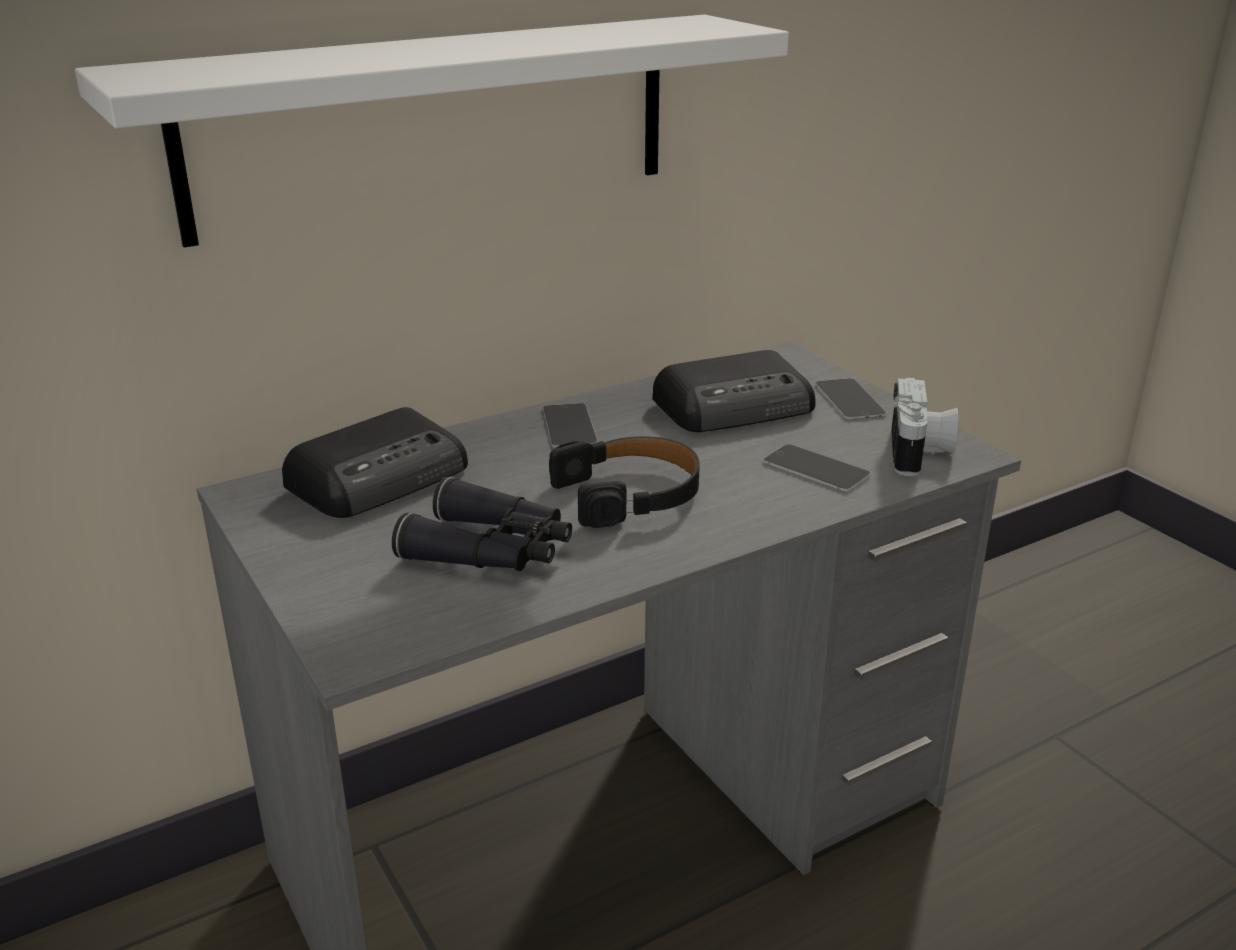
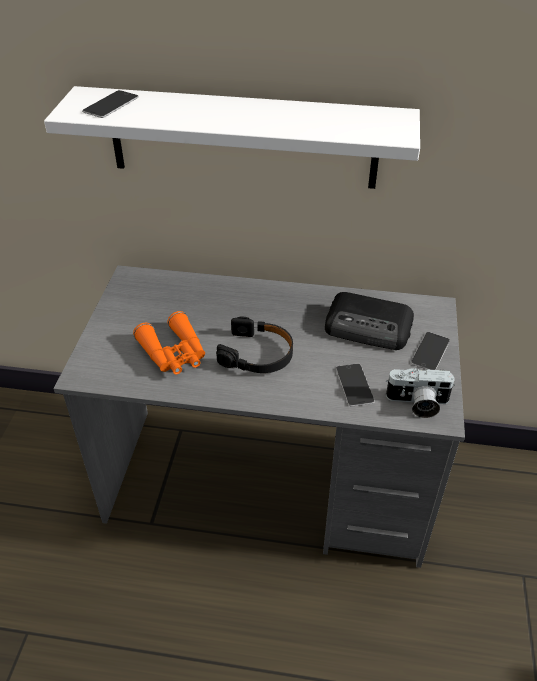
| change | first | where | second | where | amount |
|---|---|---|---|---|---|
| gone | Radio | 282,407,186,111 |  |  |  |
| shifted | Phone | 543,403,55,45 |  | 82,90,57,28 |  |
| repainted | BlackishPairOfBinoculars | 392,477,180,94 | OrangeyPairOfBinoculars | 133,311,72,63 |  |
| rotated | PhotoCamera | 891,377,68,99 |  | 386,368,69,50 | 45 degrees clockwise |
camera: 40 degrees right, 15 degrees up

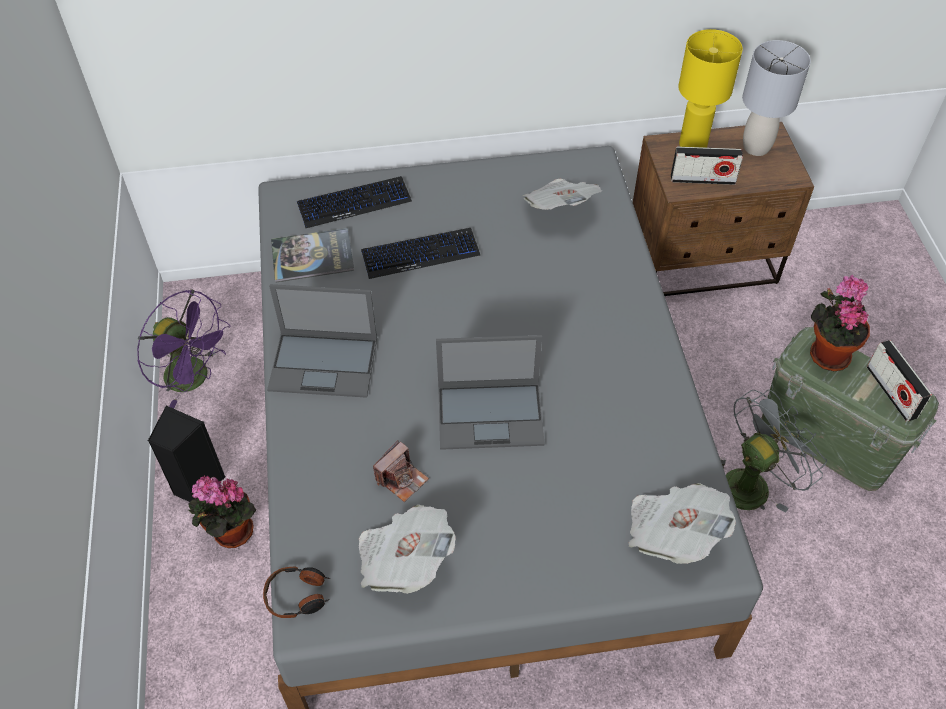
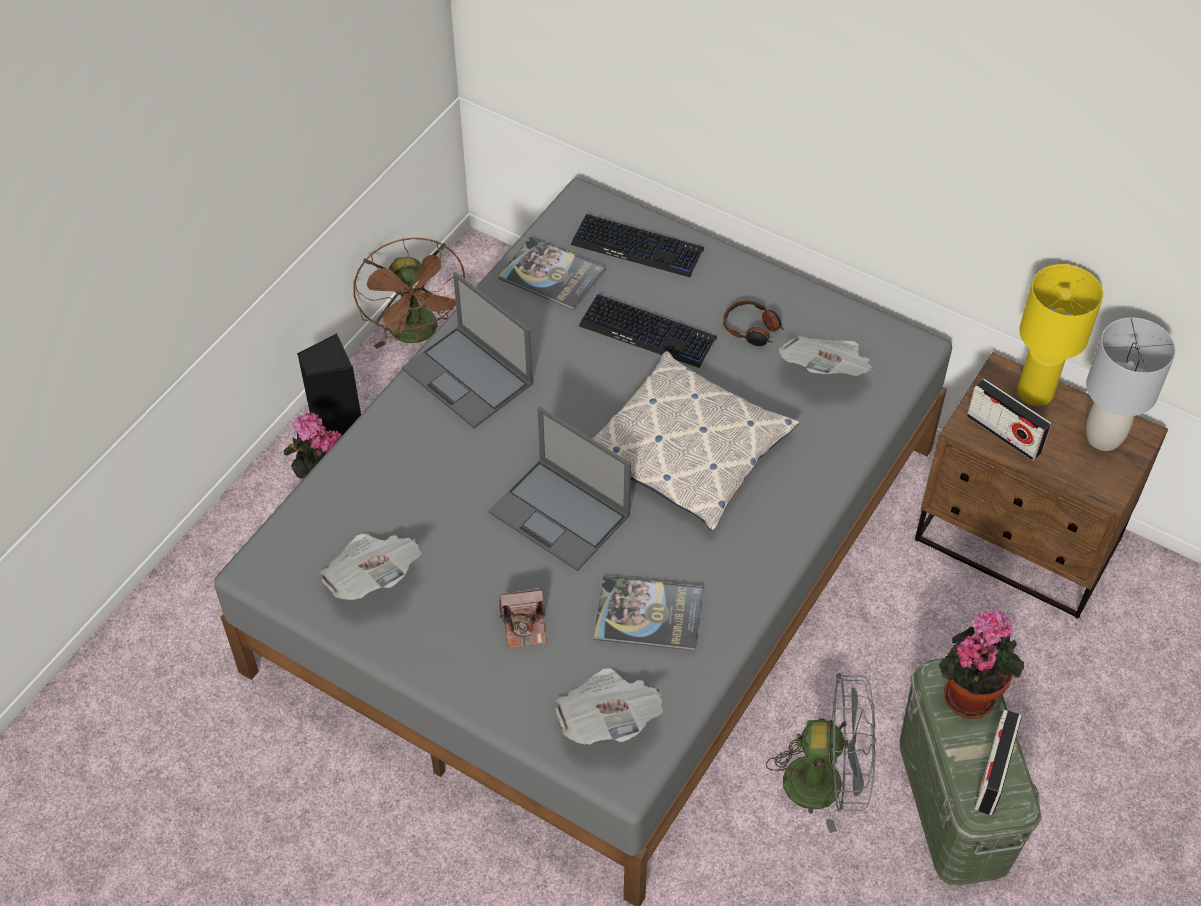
| change | first | where | second | where | amount |
|---|---|---|---|---|---|
| new |  |  | Cushion | 592,351,207,179 |  |
| new |  |  | BoundBook | 594,576,109,75 |  |
| shifted | PairOfHeadphones | 263,566,67,52 |  | 723,300,61,46 |  |
| shifted | PhotoCamera | 373,440,56,62 |  | 499,587,48,61 |  |
| repainted | PurplishCoolingFan | 137,289,94,120 | BrownColouredCoolingFan | 353,238,112,111 |  |
camera: 40 degrees right, 0 degrees up

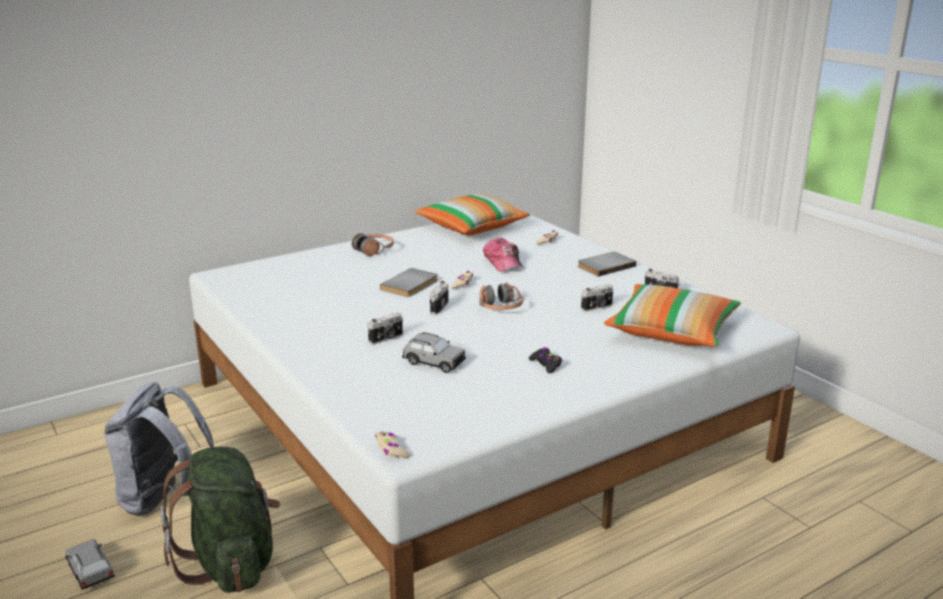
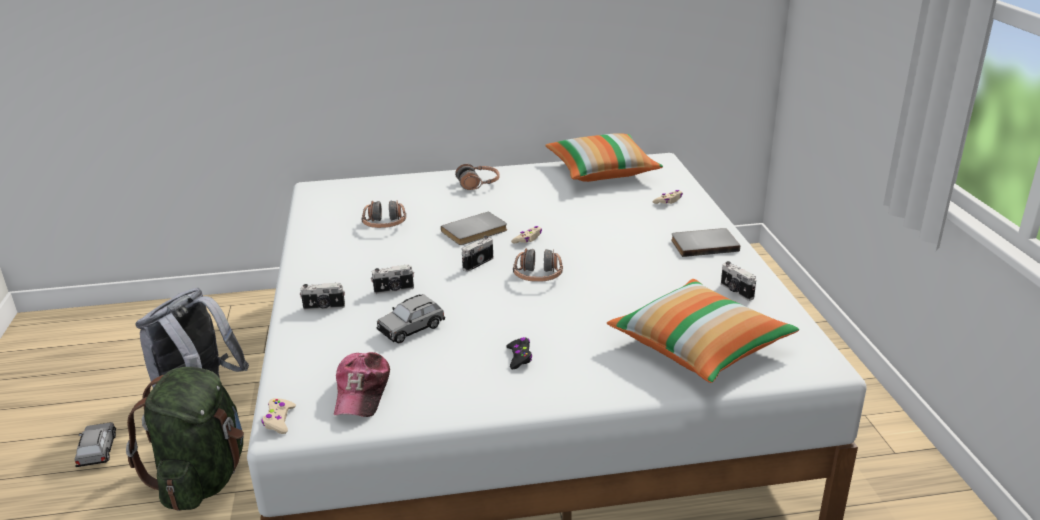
| change | first | where | second | where | amount |
|---|---|---|---|---|---|
| new |  |  | PairOfHeadphones | 361,200,45,28 |  |
| shifted | PeakedCap | 483,237,41,35 |  | 334,352,56,65 |  |
| shifted | PhotoCamera | 581,284,32,28 |  | 300,283,45,27 |  |
| rotated | GreyishMiniatureCar | 402,332,64,41 |  | 377,294,68,49 | 90 degrees clockwise |
camera: 25 degrees right, 5 degrees up

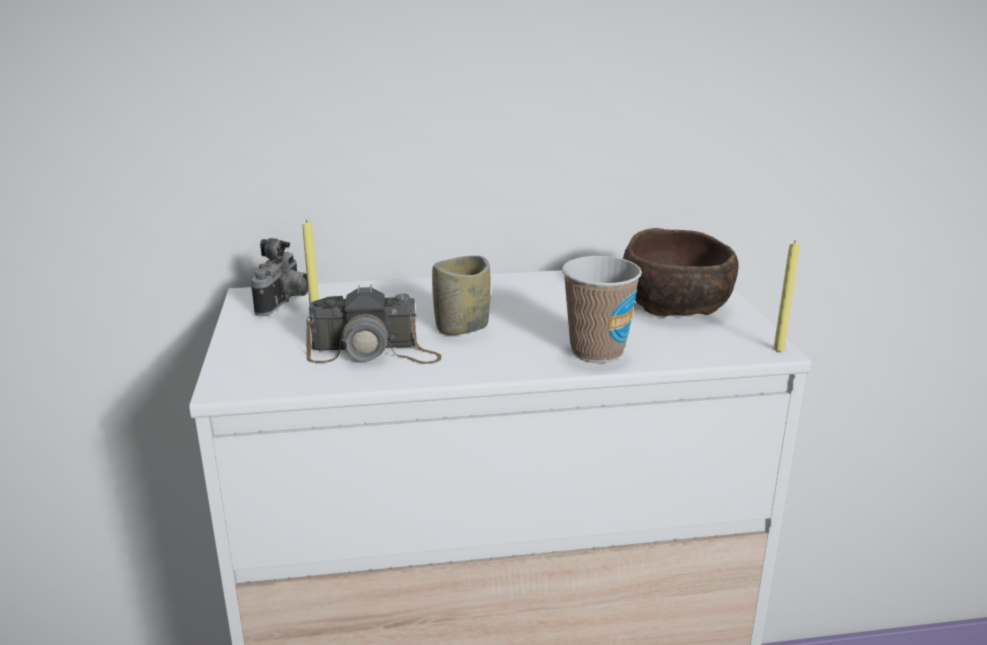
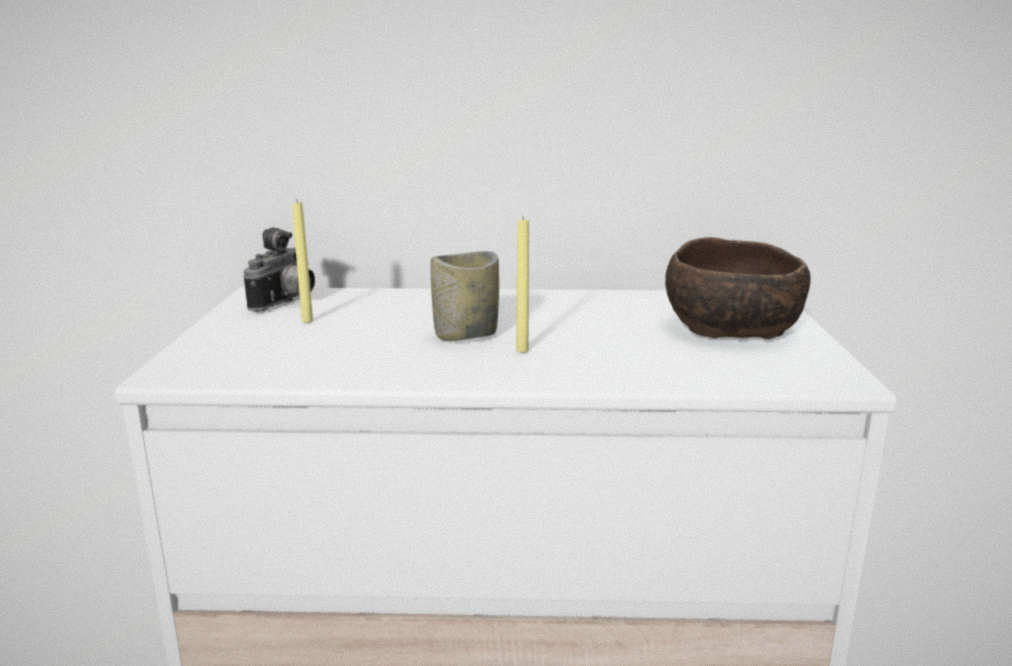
| change | first | where | second | where | amount |
|---|---|---|---|---|---|
| gone | PhotoCamera | 306,285,136,79 |  |  |  |
| gone | SmallCup | 562,256,80,107 |  |  |  |
| shifted | YellowishWaxLight | 773,242,27,110 |  | 516,216,13,137 |  |
camera: 10 degrees right, 5 degrees down

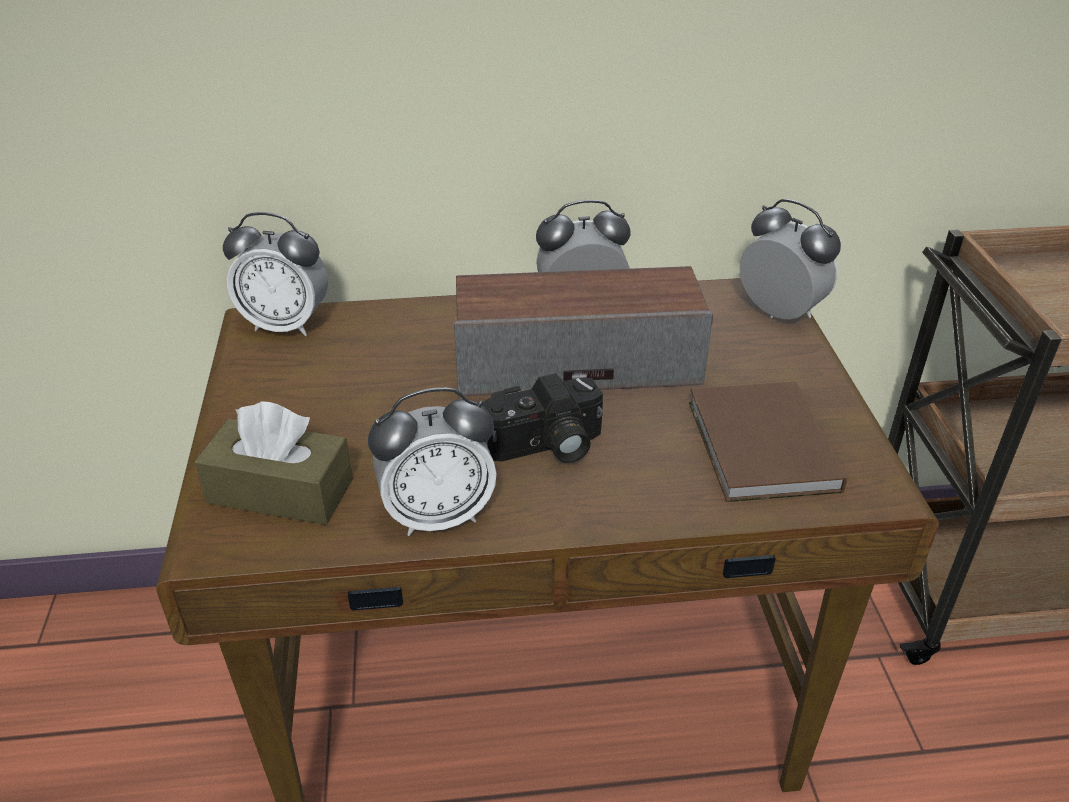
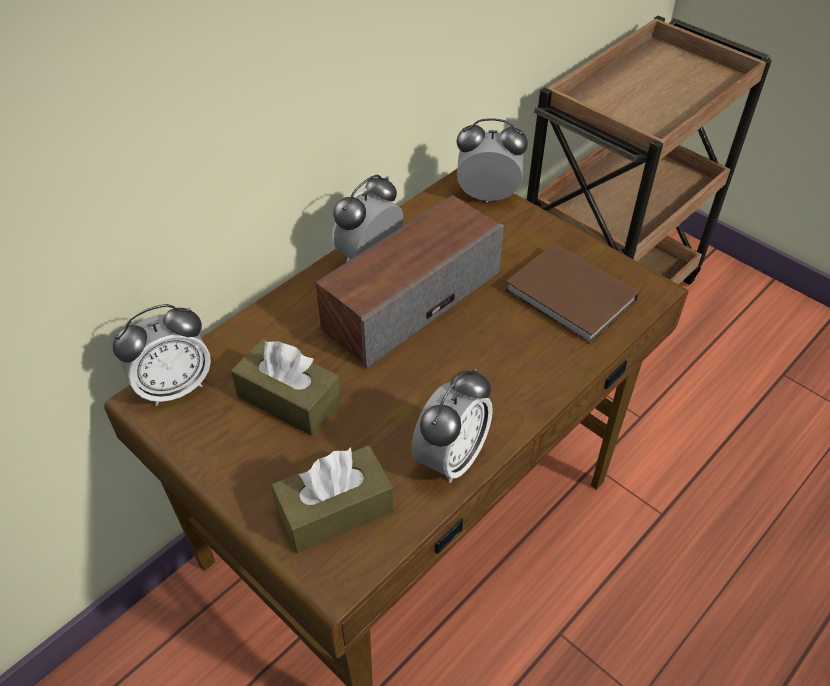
| change | first | where | second | where | amount |
|---|---|---|---|---|---|
| gone | PhotoCamera | 482,373,121,90 |  |  |  |
| new |  |  | BrownColouredBoxOfTissues | 231,339,111,97 |  |
camera: 40 degrees left, 10 degrees up

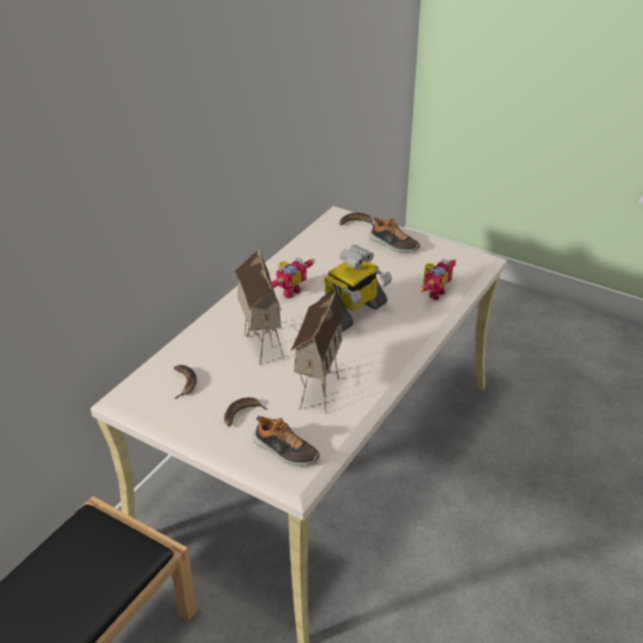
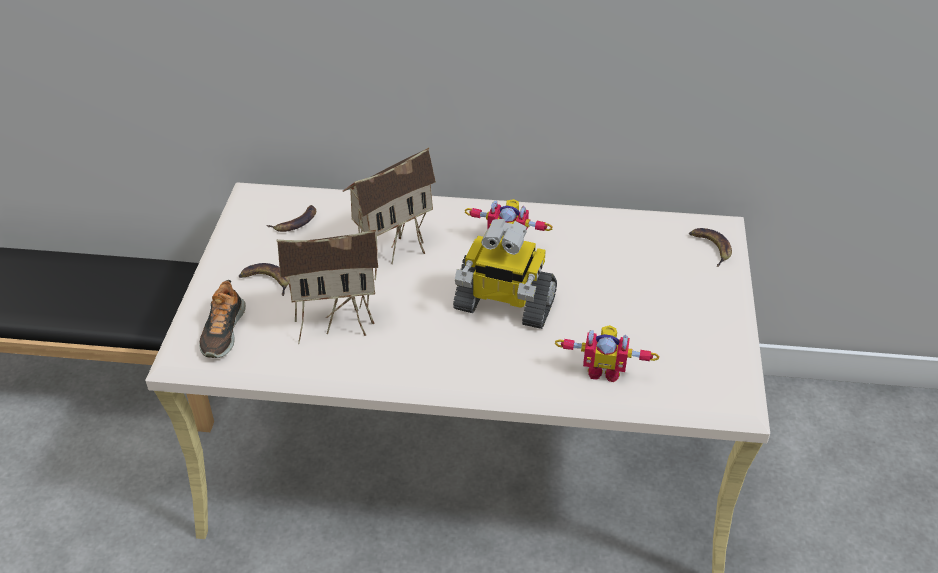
| change | first | where | second | where | amount |
|---|---|---|---|---|---|
| gone | Shoe | 369,217,51,35 |  |  |  |
camera: 65 degrees right, 5 degrees up

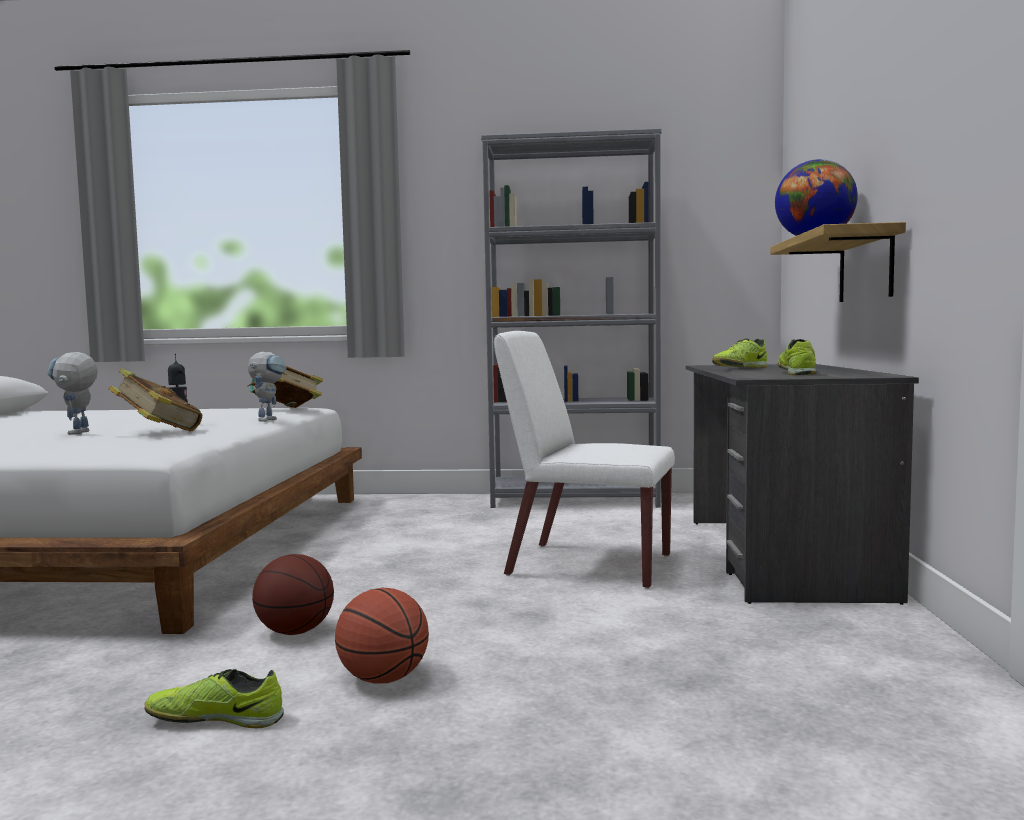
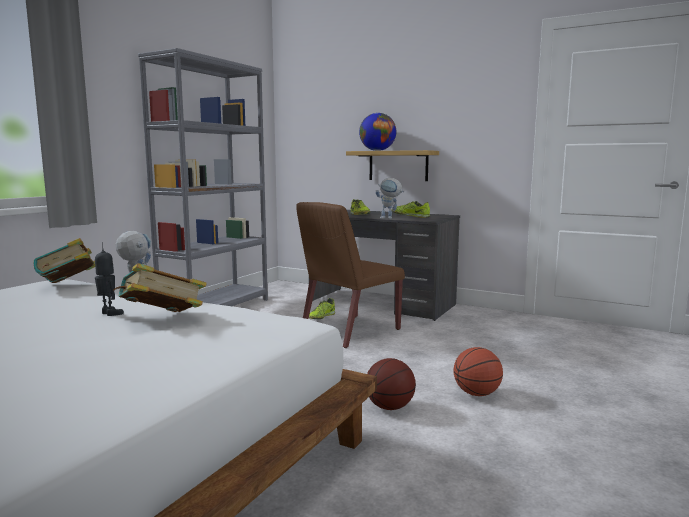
| change | first | where | second | where | amount |
|---|---|---|---|---|---|
| shifted | ModelRobot | 47,352,51,83 |  | 375,178,29,41 |  |
| shifted | Shoe | 145,669,139,59 |  | 309,298,26,21 |  |
| repainted | WhitishUprightChair | 494,331,181,258 | BrownColouredUprightChair | 296,202,109,146 |  |
camera: 65 degrees left, 5 degrees up

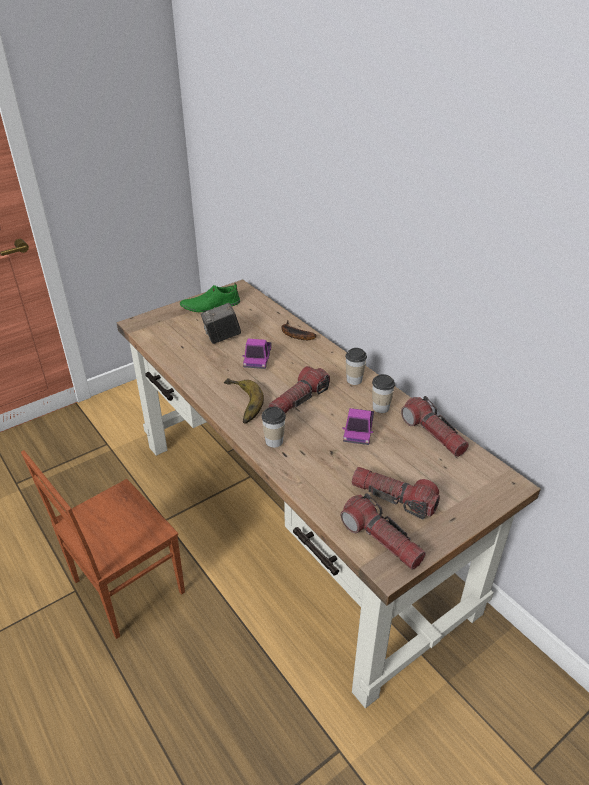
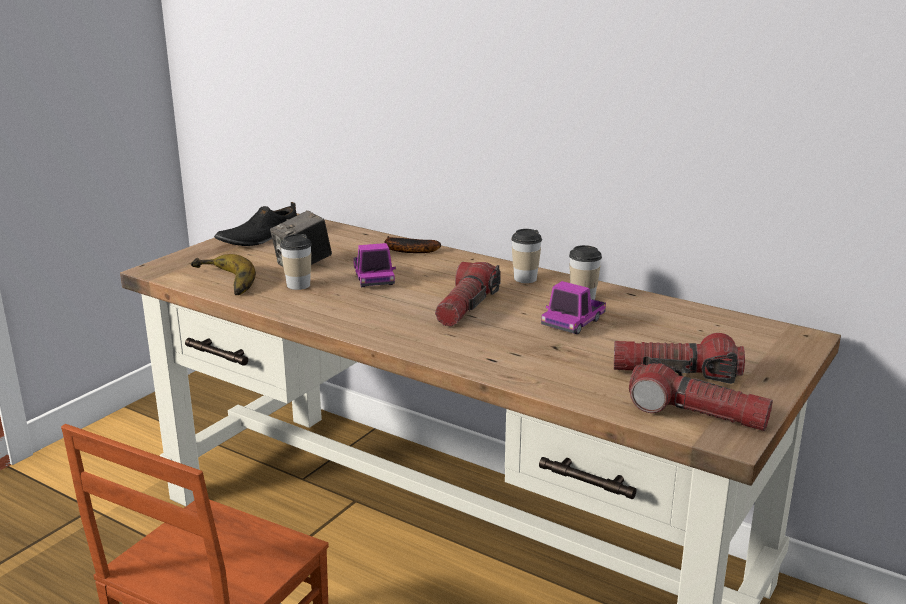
| change | first | where | second | where | amount |
|---|---|---|---|---|---|
| gone | Torch | 401,396,68,61 |  |  |  |
| shifted | BananaFruit | 224,378,40,45 |  | 191,254,65,41 |  |
| shifted | SmallCup | 261,407,25,41 |  | 280,234,32,56 |  |
| repainted | GreenShoe | 180,283,60,29 | BlackishShoe | 214,202,83,44 |  |
| rotated | ToyLorry | 342,408,32,37 |  | 541,281,65,53 | 45 degrees clockwise |
camera: 20 degrees left, 15 degrees down

